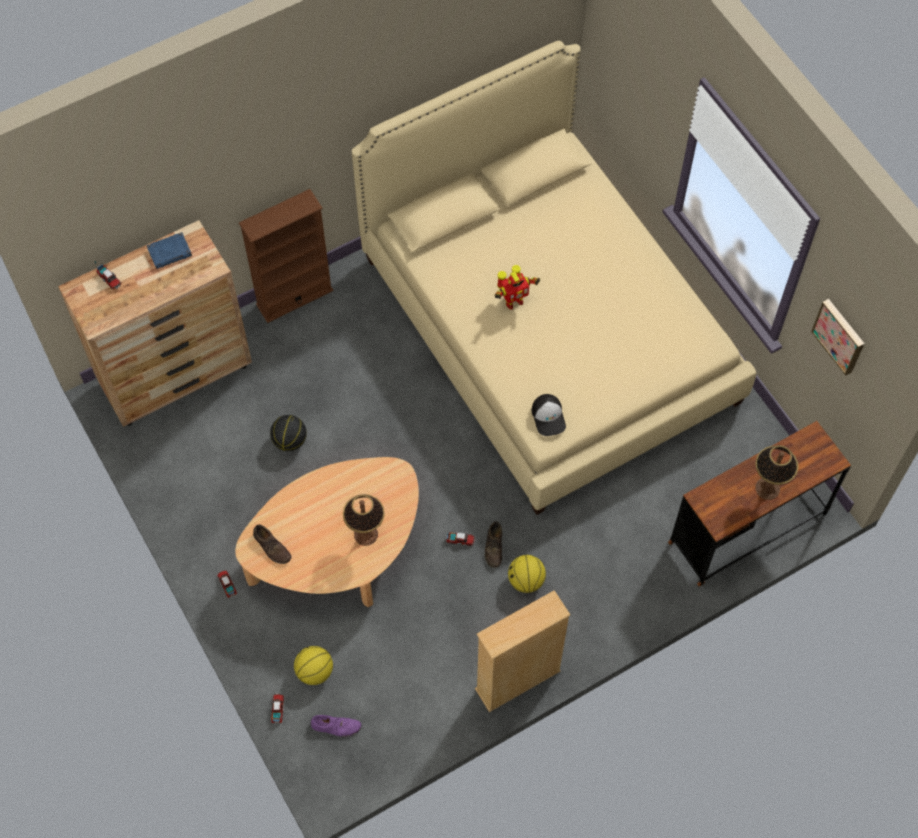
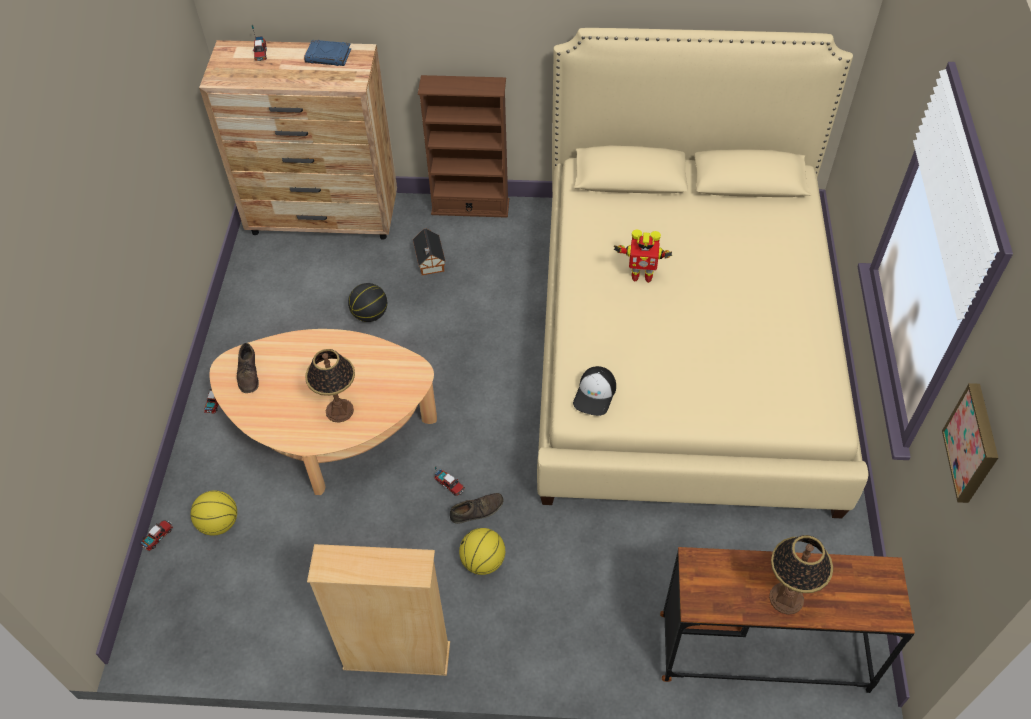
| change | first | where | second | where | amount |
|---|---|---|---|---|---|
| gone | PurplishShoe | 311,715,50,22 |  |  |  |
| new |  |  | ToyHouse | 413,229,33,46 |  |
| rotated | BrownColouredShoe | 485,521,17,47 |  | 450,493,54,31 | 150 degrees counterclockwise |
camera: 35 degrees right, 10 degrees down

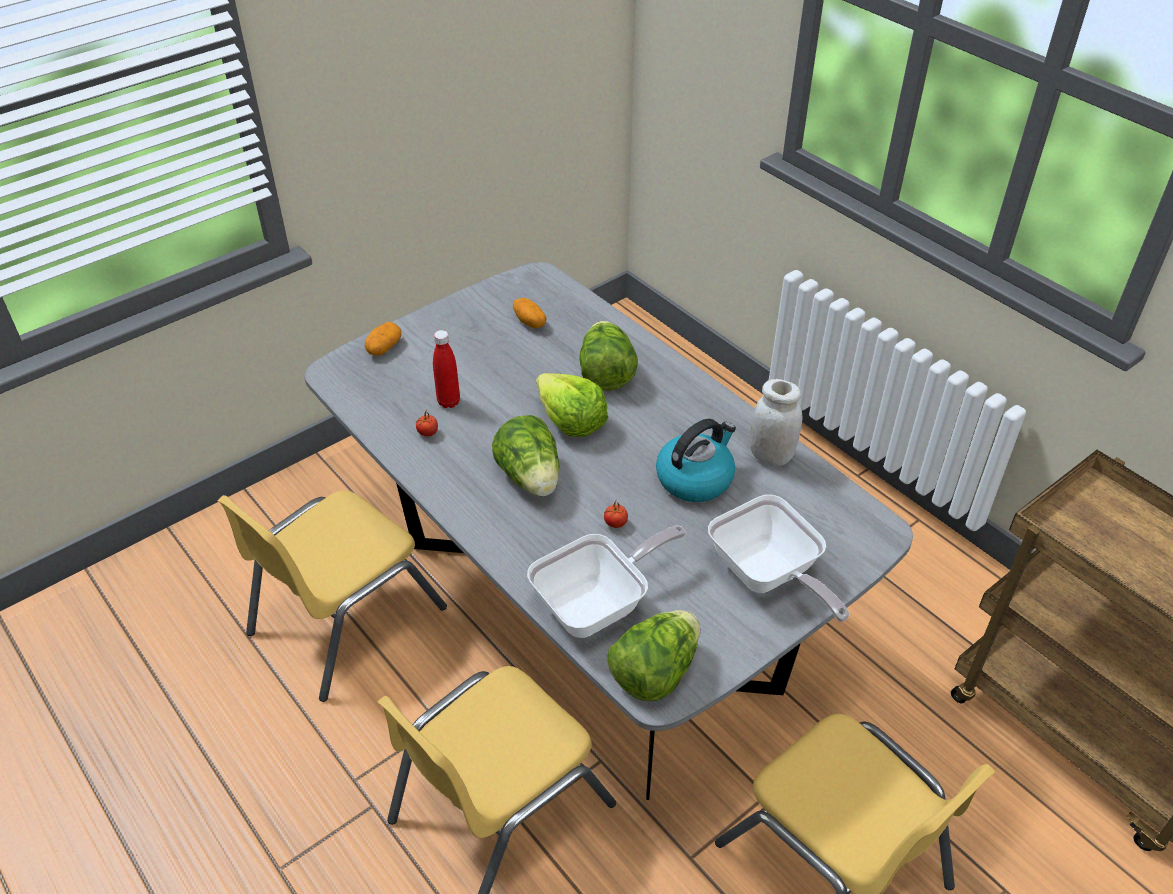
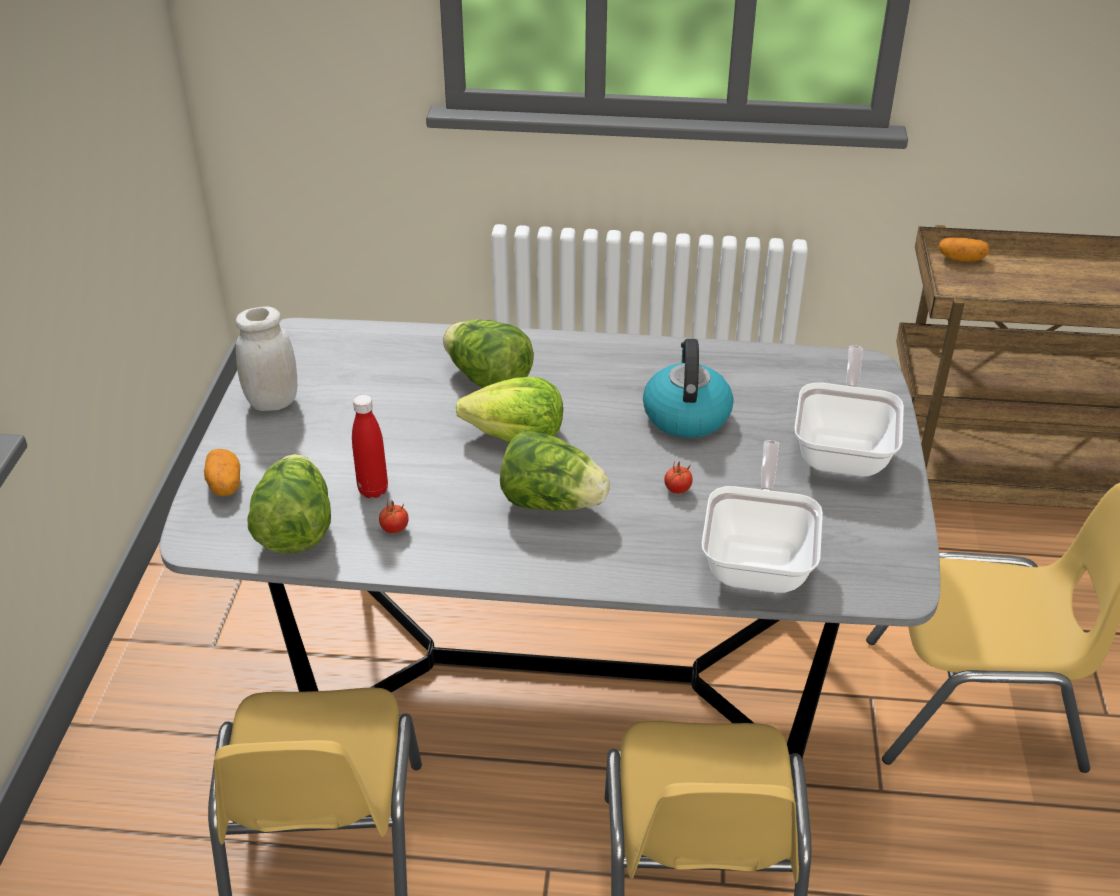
| change | first | where | second | where | amount |
|---|---|---|---|---|---|
| shifted | Potato | 513,298,34,30 |  | 939,237,50,25 |  |
| shifted | Lettuce | 608,610,92,91 |  | 247,454,84,100 |  |
| shifted | WhitishPreserveJar | 750,379,52,87 |  | 236,307,61,104 |  |
| rotated | FryingPan | 708,495,141,127 |  | 794,345,110,132 | 90 degrees counterclockwise |
camera: 45 degrees left, 5 degrees down

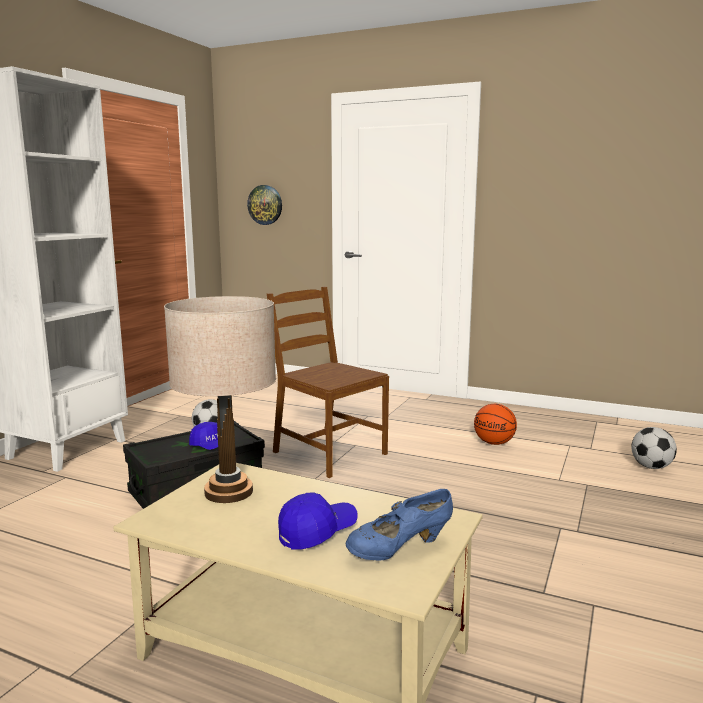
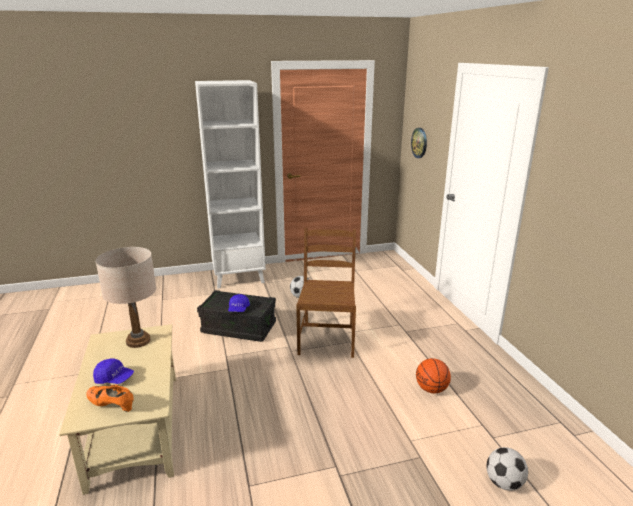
| change | first | where | second | where | amount |
|---|---|---|---|---|---|
| repainted | BlueShoe | 346,489,107,72 | OrangeyShoe | 86,384,48,28 |  |
camera: 50 degrees right, 10 degrees up

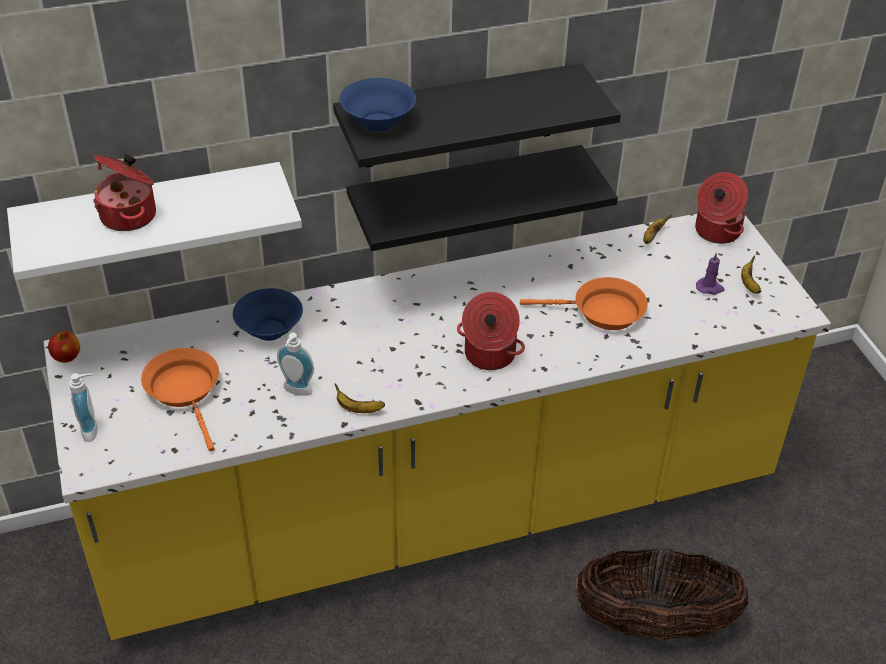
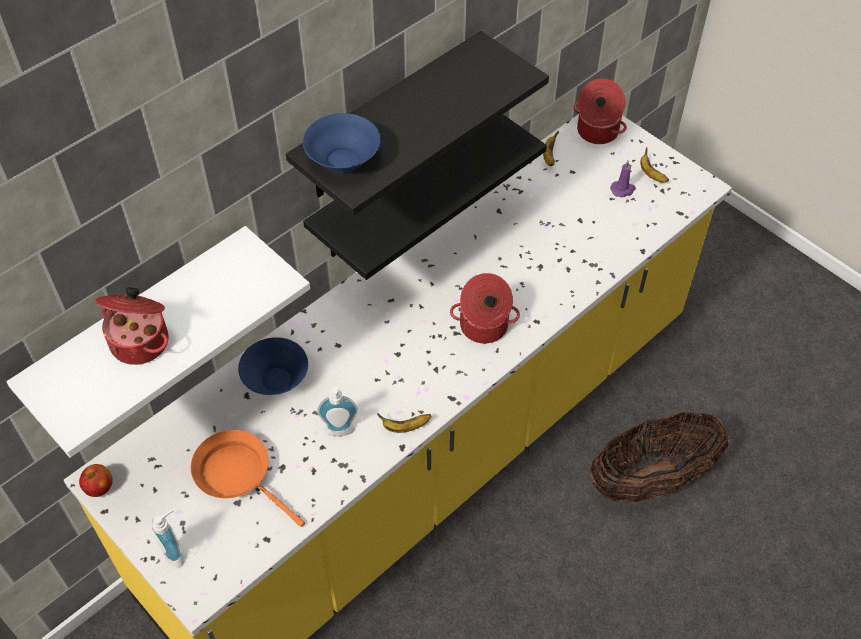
| change | first | where | second | where | amount |
|---|---|---|---|---|---|
| gone | OrangeyFryingPan | 520,277,128,53 |  |  |  |
camera: 25 degrees left, 10 degrees up

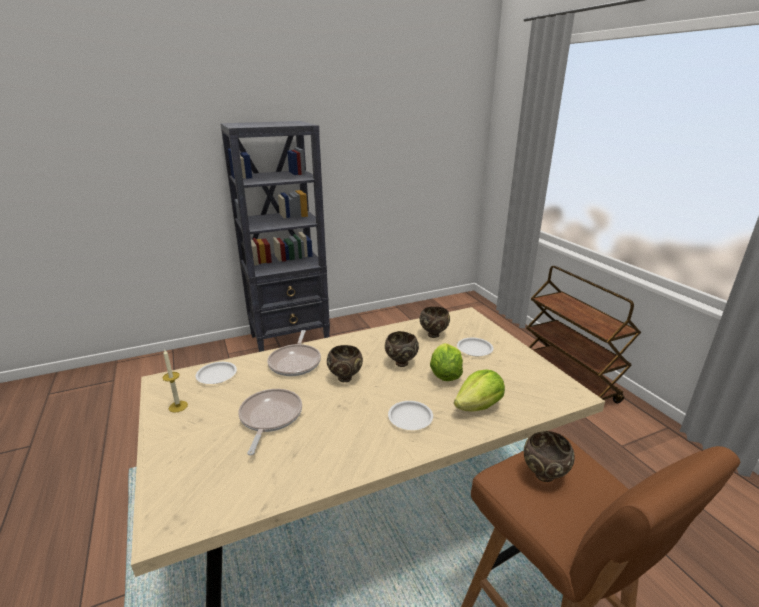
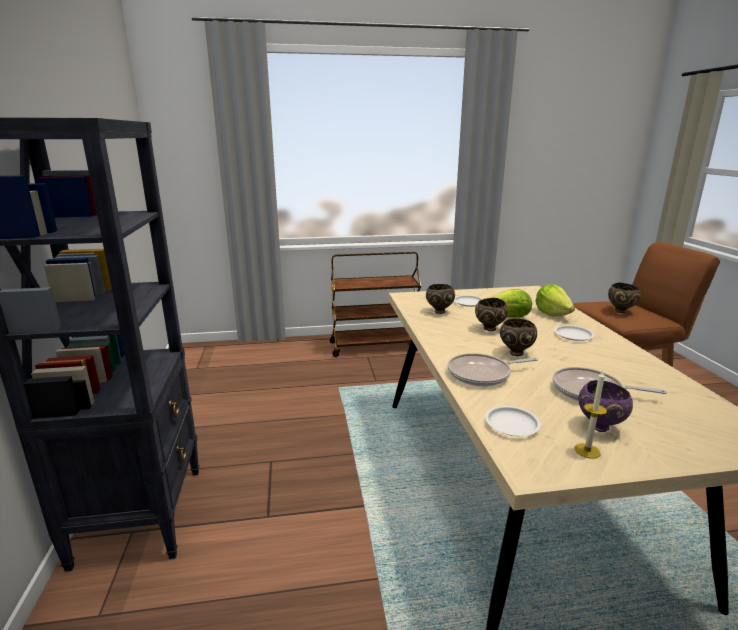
| change | first | where | second | where | amount |
|---|---|---|---|---|---|
| new |  |  | PurplishBowl | 578,380,55,52 |  |
| rotated | FryingPan | 267,330,54,46 |  | 448,353,90,33 | 150 degrees clockwise |
camera: 75 degrees left, 5 degrees down

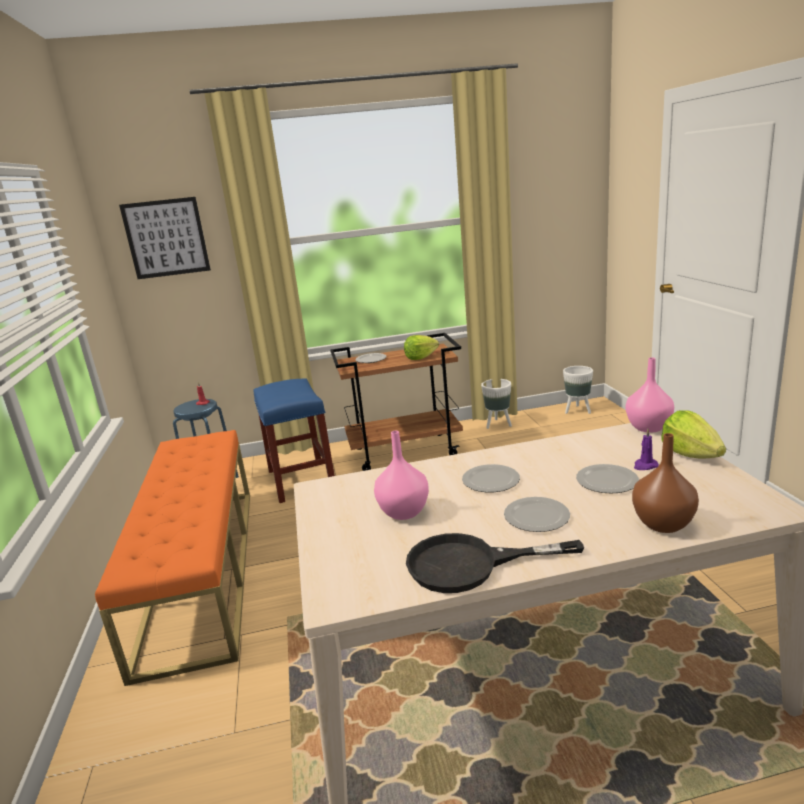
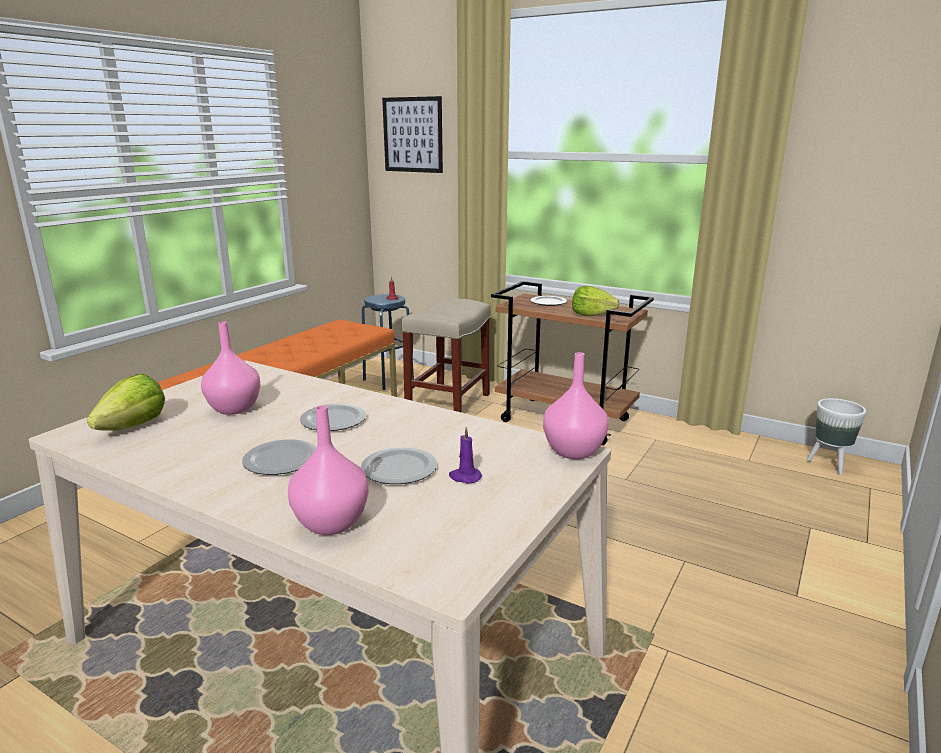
| change | first | where | second | where | amount |
|---|---|---|---|---|---|
| gone | BlackishFryingPan | 406,533,178,60 |  |  |  |
| gone | WhitishPlantPot | 481,379,31,50 |  |  |  |
| shifted | Lettuce | 661,411,65,47 |  | 87,374,78,57 |  |
| repainted | BlueStool | 254,379,81,124 | BeigeStool | 401,298,90,115 |  |
| repainted | BrownColouredDecorativeVase | 632,433,67,100 | PinkishDecorativeVase | 288,405,81,130 |  |
camera: 40 degrees right, 0 degrees up

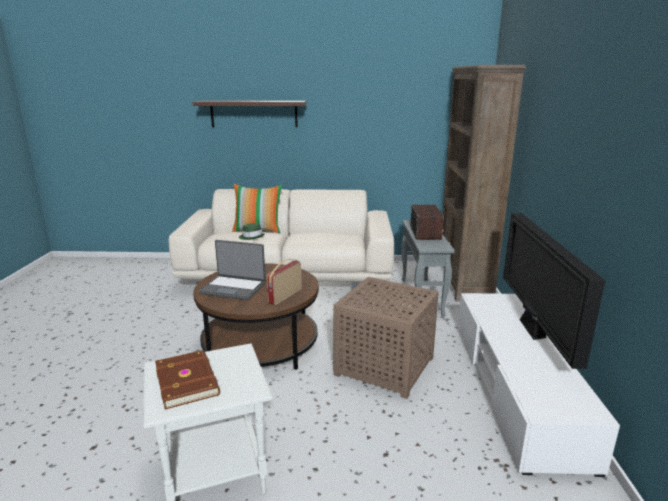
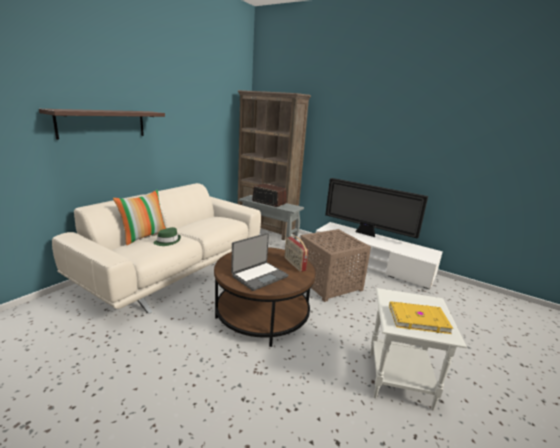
| change | first | where | second | where | amount |
|---|---|---|---|---|---|
| repainted | BrownColouredBoundBook | 155,350,65,59 | YellowishBoundBook | 389,301,64,33 |  |
camera: 60 degrees left, 0 degrees up

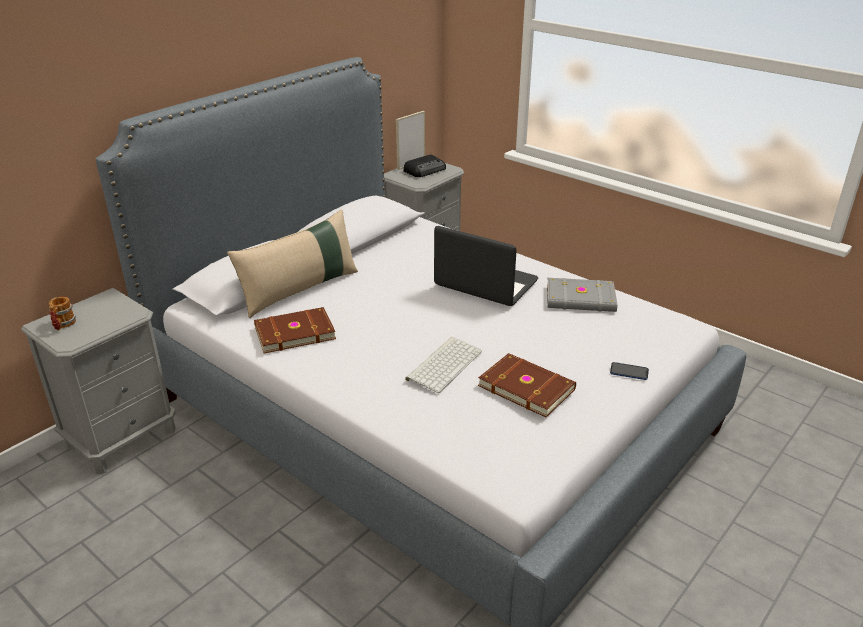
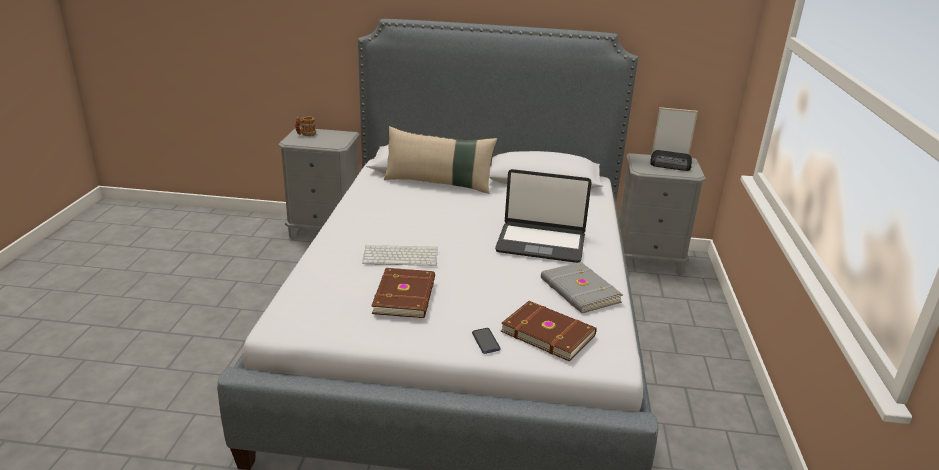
| change | first | where | second | where | amount |
|---|---|---|---|---|---|
| shifted | BrownColouredBoundBook | 254,307,82,46 |  | 501,301,96,61 |  |
| rotated | Laptop | 434,226,104,80 |  | 495,169,97,94 | 105 degrees clockwise |
camera: 55 degrees right, 5 degrees down

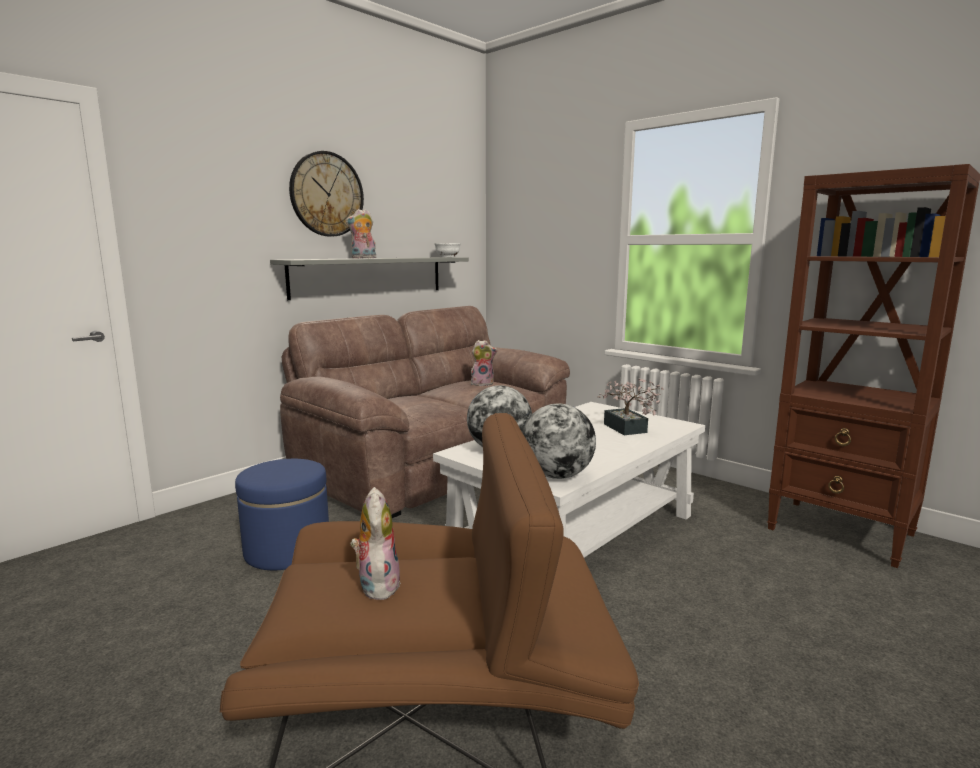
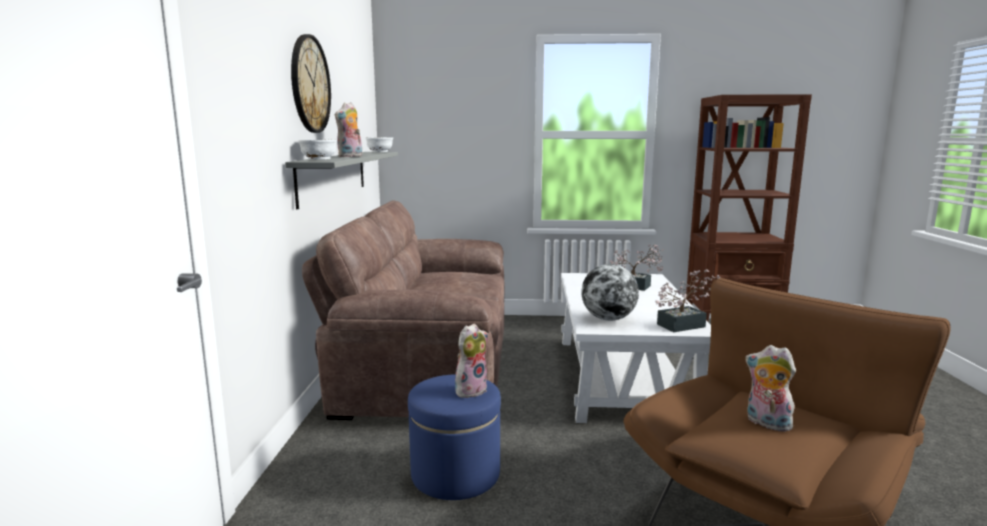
| change | first | where | second | where | amount |
|---|---|---|---|---|---|
| new |  |  | WhitishBowl | 299,140,38,20 |  |
| shifted | PlushToy | 471,340,27,46 |  | 455,324,33,74 |  |
| swapped | WorldGlobe | 522,403,74,76 | Houseplant | 656,269,64,63 |  |
camera: 40 degrees left, 0 degrees up

